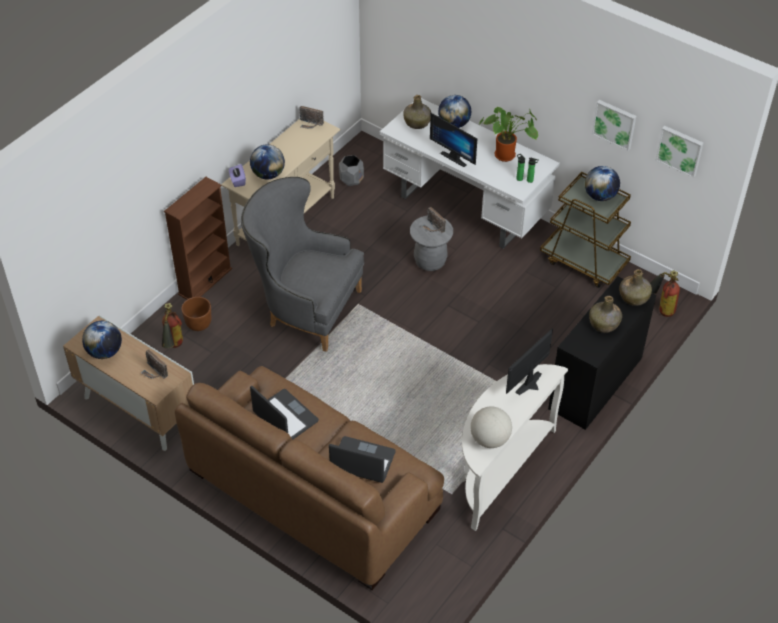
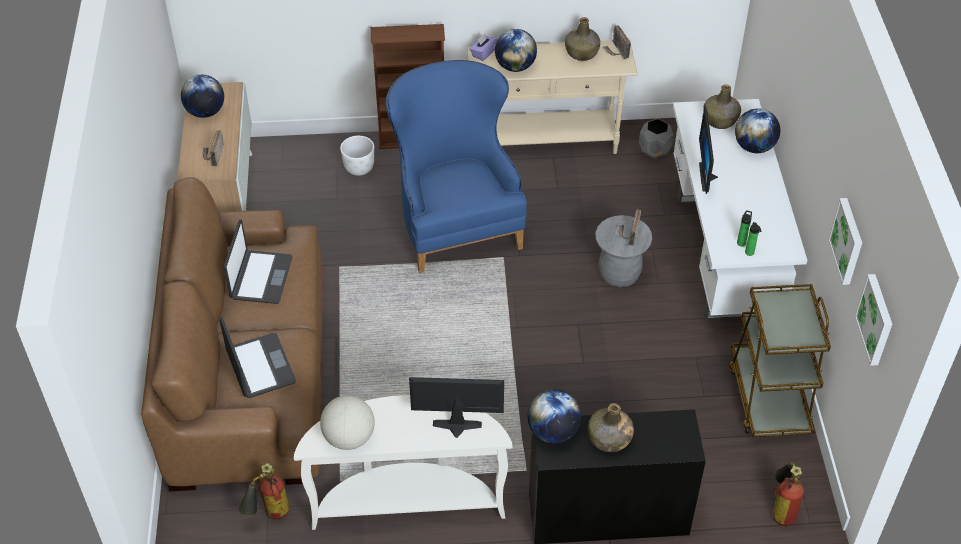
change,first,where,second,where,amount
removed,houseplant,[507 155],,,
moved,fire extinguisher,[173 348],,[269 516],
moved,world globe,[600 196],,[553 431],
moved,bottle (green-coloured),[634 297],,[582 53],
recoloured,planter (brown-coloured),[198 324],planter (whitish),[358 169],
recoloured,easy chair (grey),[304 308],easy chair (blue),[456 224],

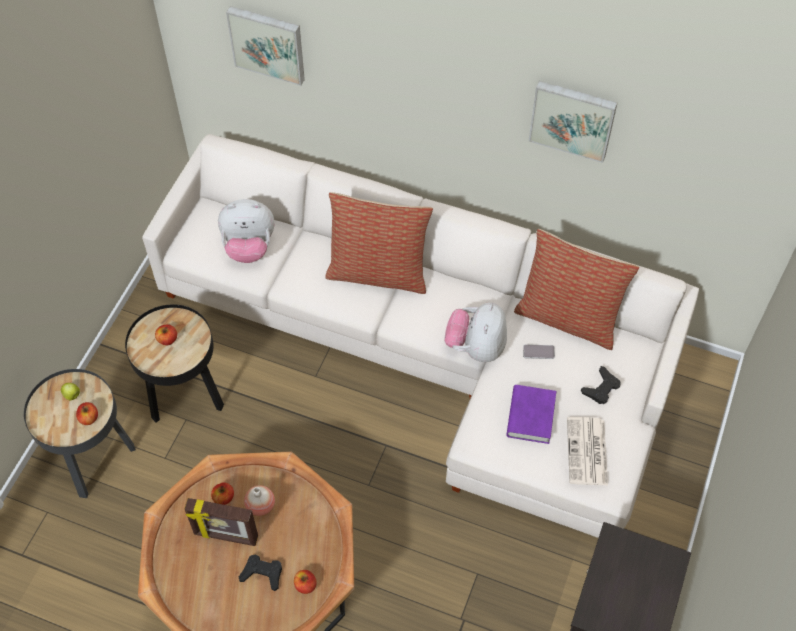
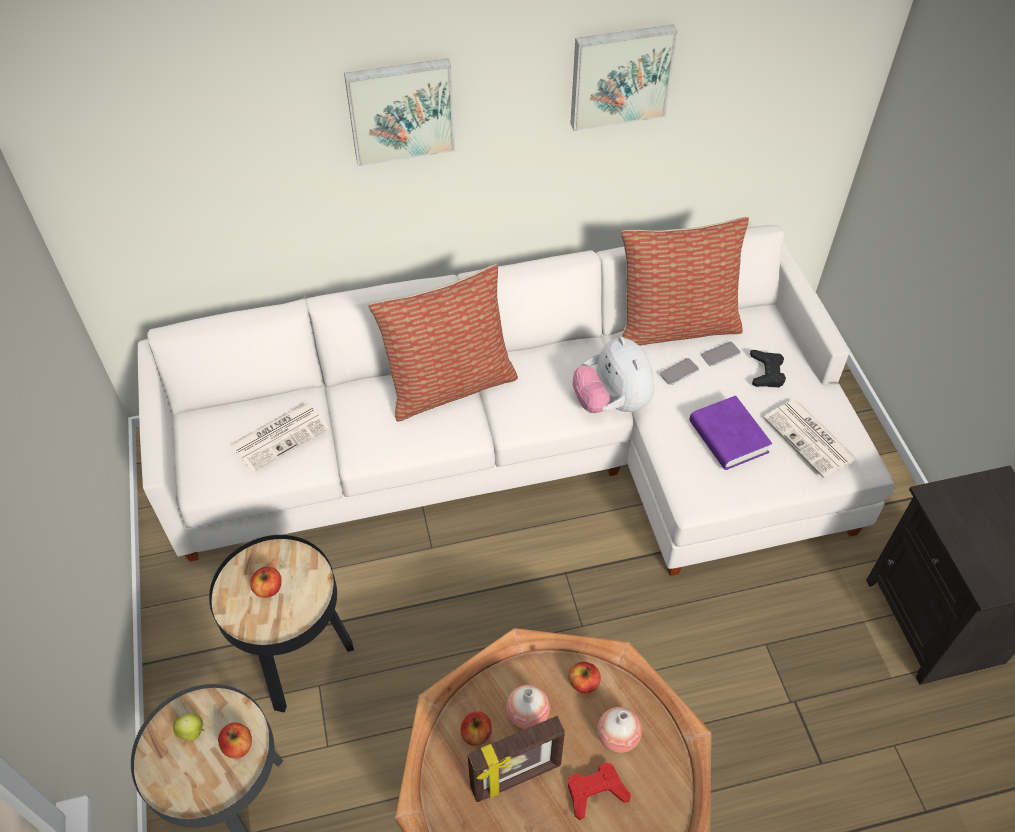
change,first,where,second,where,amount
added,,,decorative vase,[618 736],
added,,,handset,[720 354],
moved,picture,[268 43],,[400 110],
moved,apple fruit,[305 585],,[583 683],
replaced,soft toy,[249 247],daily paper,[280 436],
recoloured,gamepad (blackish),[262 573],gamepad (reddish),[596 792],

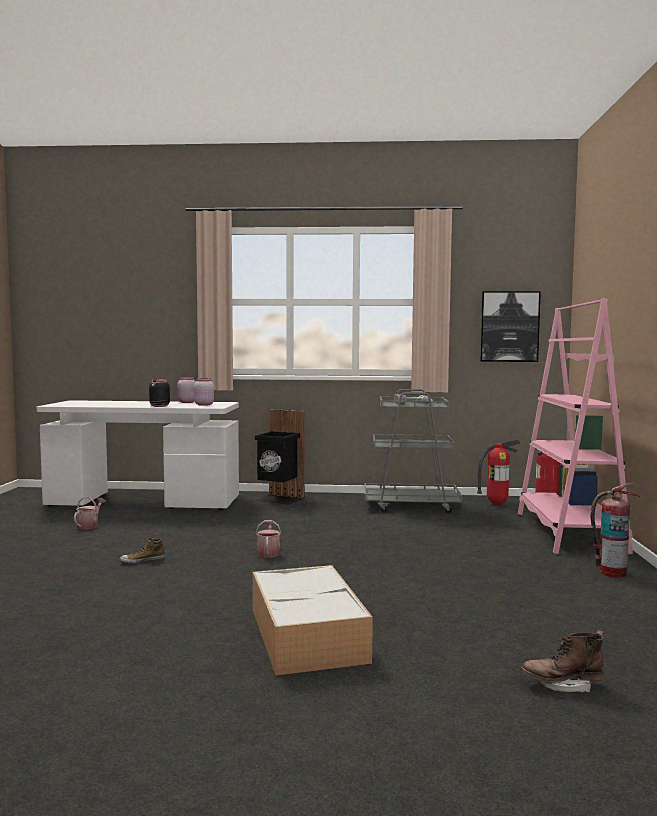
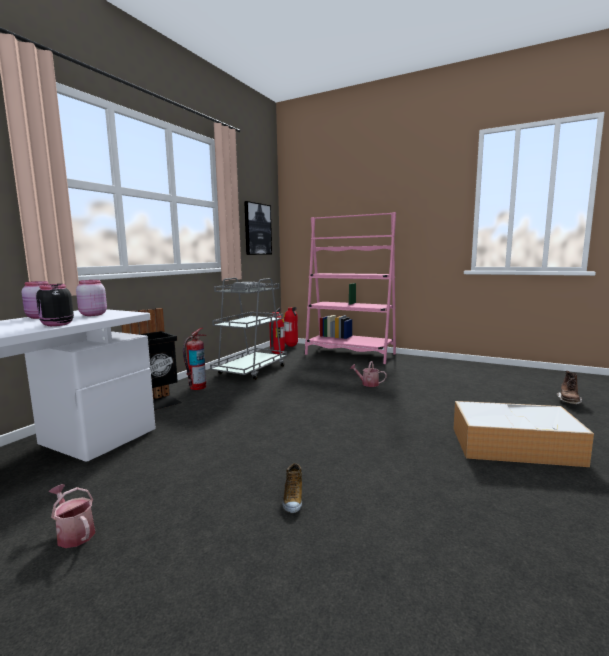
change,first,where,second,where,amount
moved,watering pot,[268 552],,[367 384],
moved,fire extinguisher,[612 573],,[197 387],

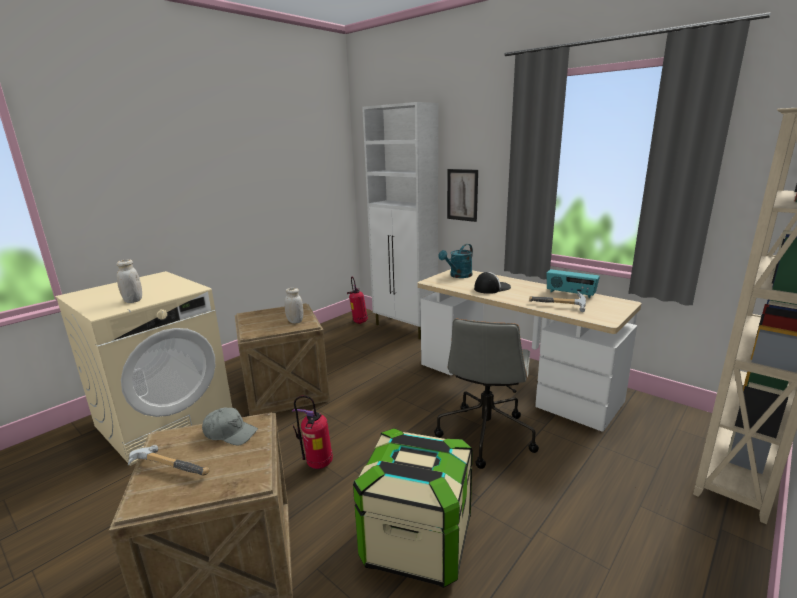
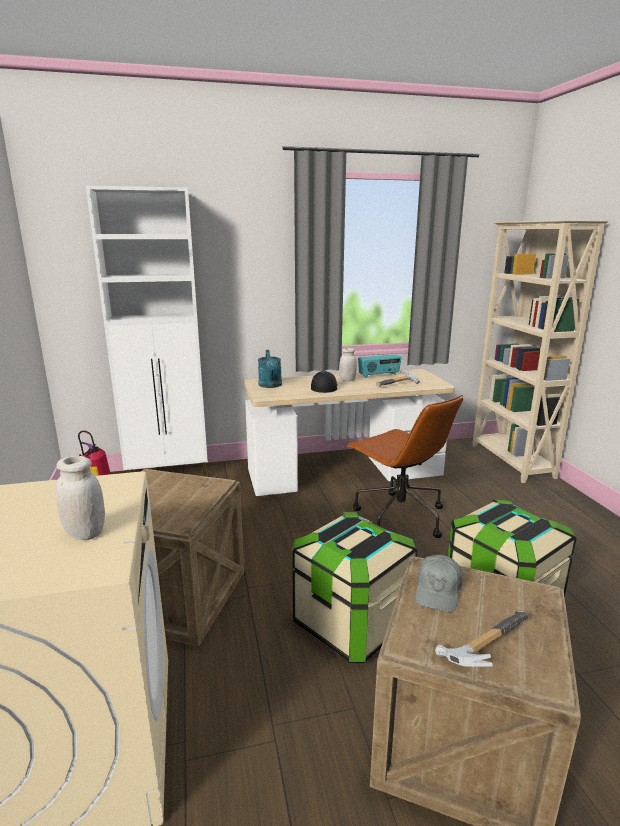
change,first,where,second,where,amount
removed,picture,[462 195],,,
moved,preserve jar (whitish),[295 321],,[347 380],
replaced,fire extinguisher,[318 465],storage container,[351 623],
recoloured,desk chair (grey),[485 434],desk chair (brown-coloured),[398 516],
turned,peaked cap (grey),[230 433],,[438 590],150 degrees clockwise

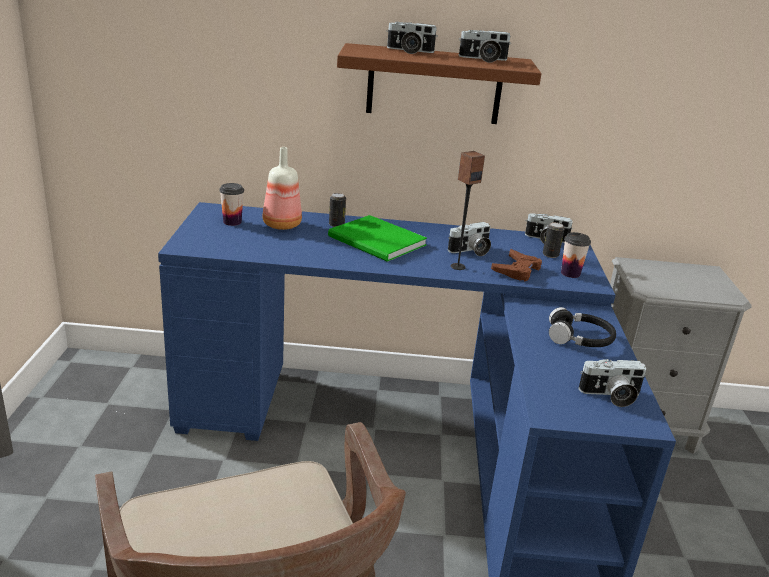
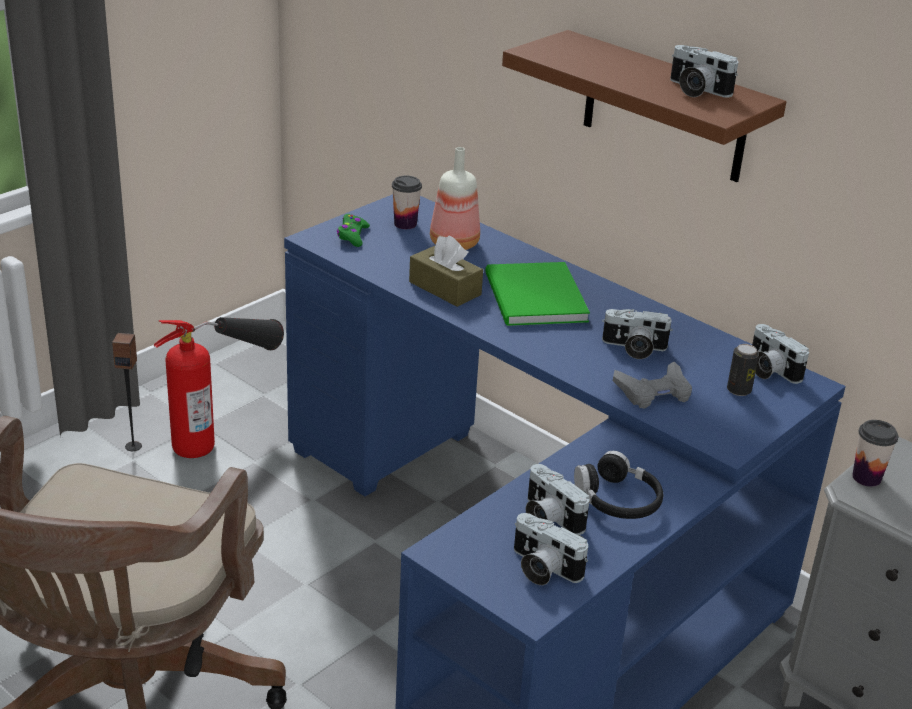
change,first,where,second,where,amount
removed,metal can,[336 224],,,
added,,,fire extinguisher,[223 430],
added,,,gamepad (green-coloured),[352 236],
added,,,tissue holder (brown-coloured),[445 288],
moved,photo camera,[409 51],,[547 518],
moved,audio speaker,[457 266],,[133 446],
moved,cup,[570 273],,[866 477],
recoloured,gamepad (brown-coloured),[517 270],gamepad (grey),[654 392],

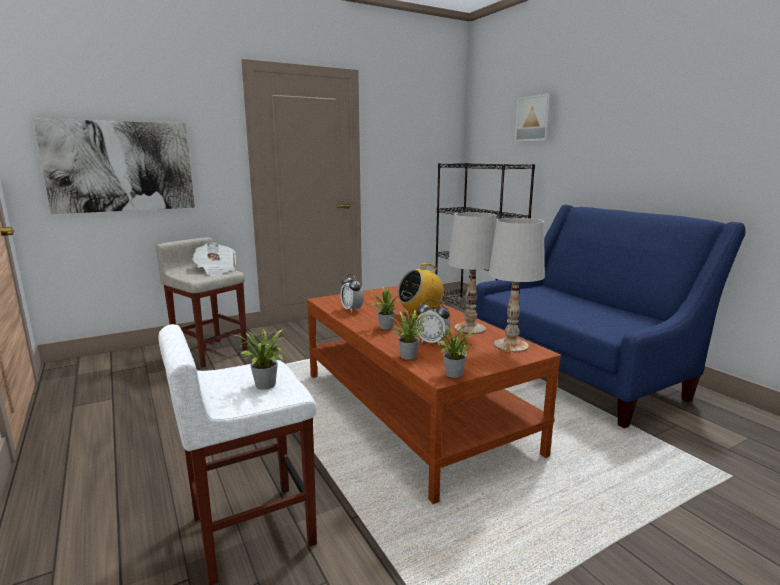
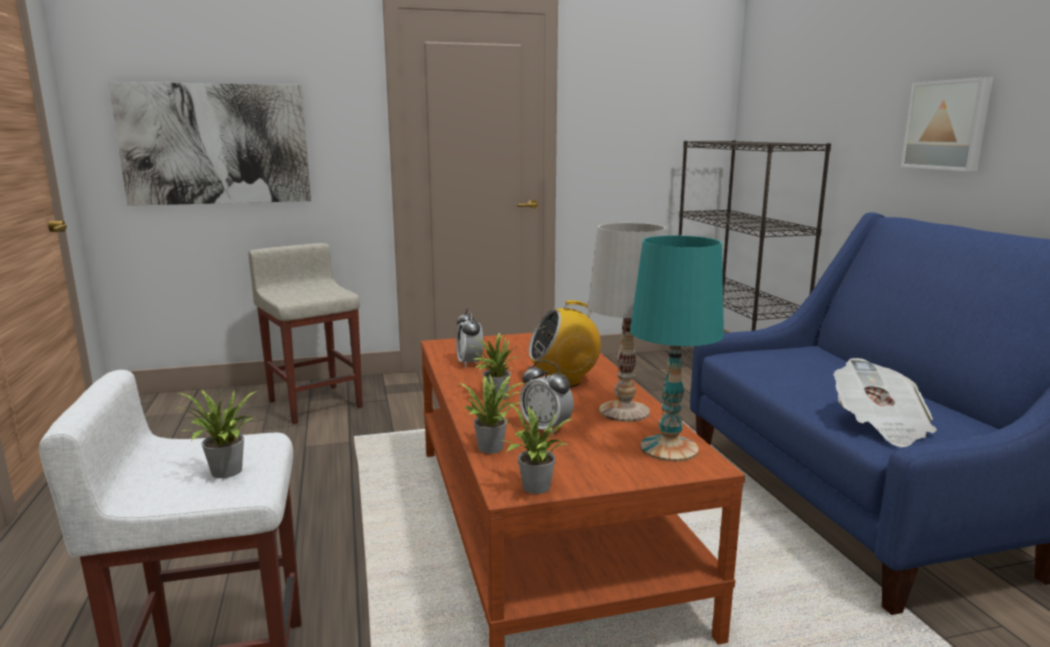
change,first,where,second,where,amount
moved,daily paper,[216 270],,[880 426],
moved,picture,[535 118],,[947 125],
recoloured,table lamp (whitish),[510 345],table lamp (blue-green),[669 448],

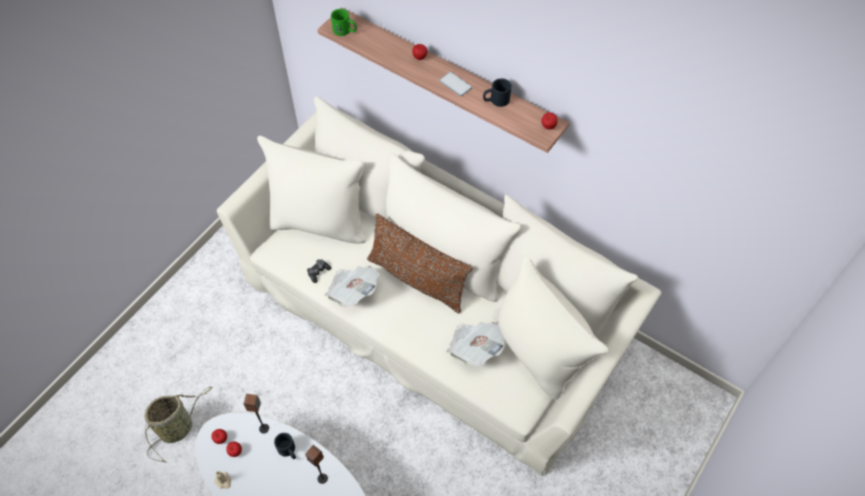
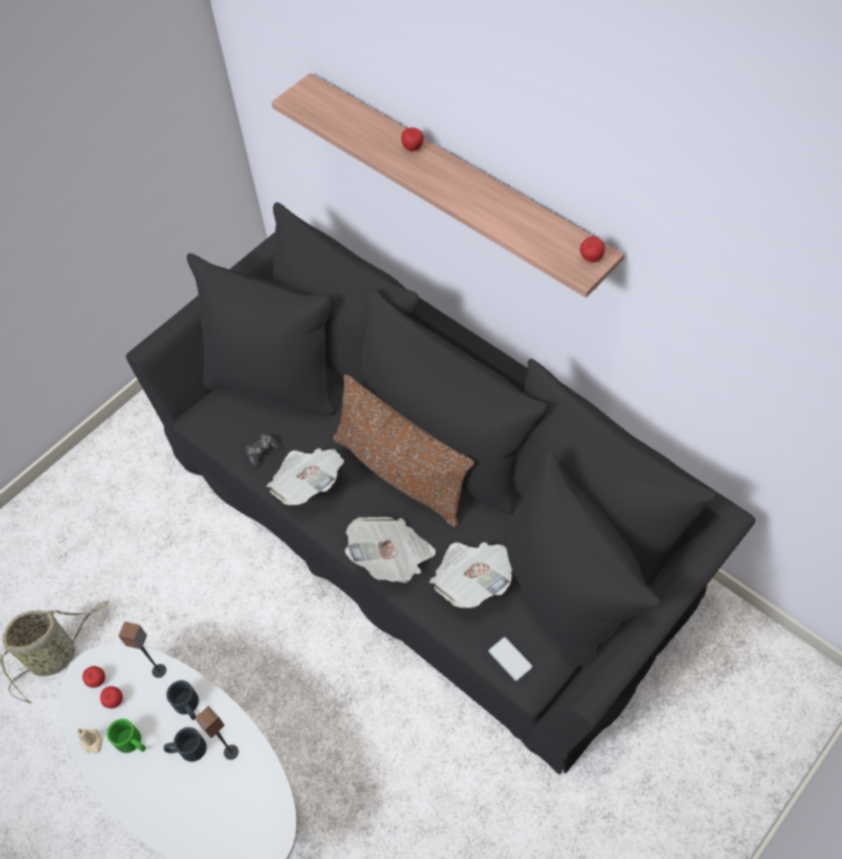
change,first,where,second,where,amount
added,,,daily paper,[392 558],
moved,mug (green-coloured),[345 31],,[133 743],
moved,handset,[455 84],,[510 659],
moved,mug (blackish),[496 100],,[187 749],
recoloured,settee (beige-coloured),[432 313],settee (blackish),[427 522],

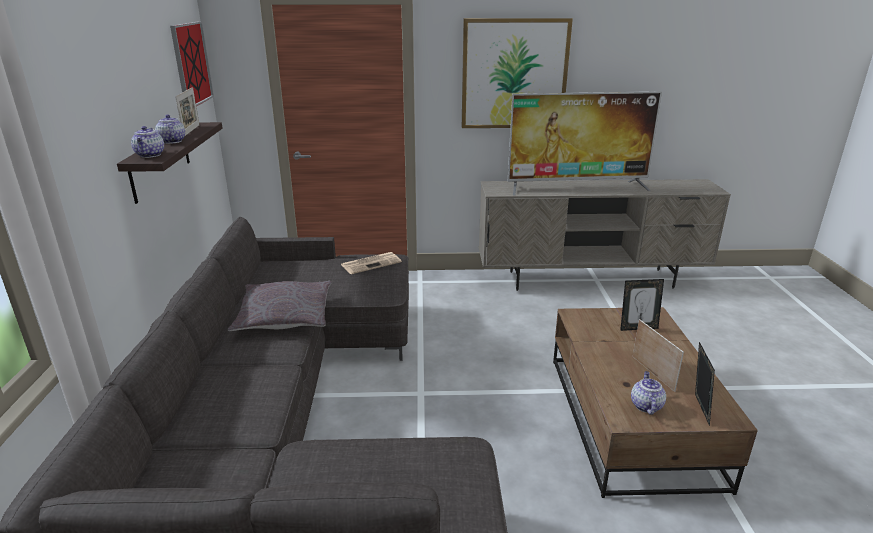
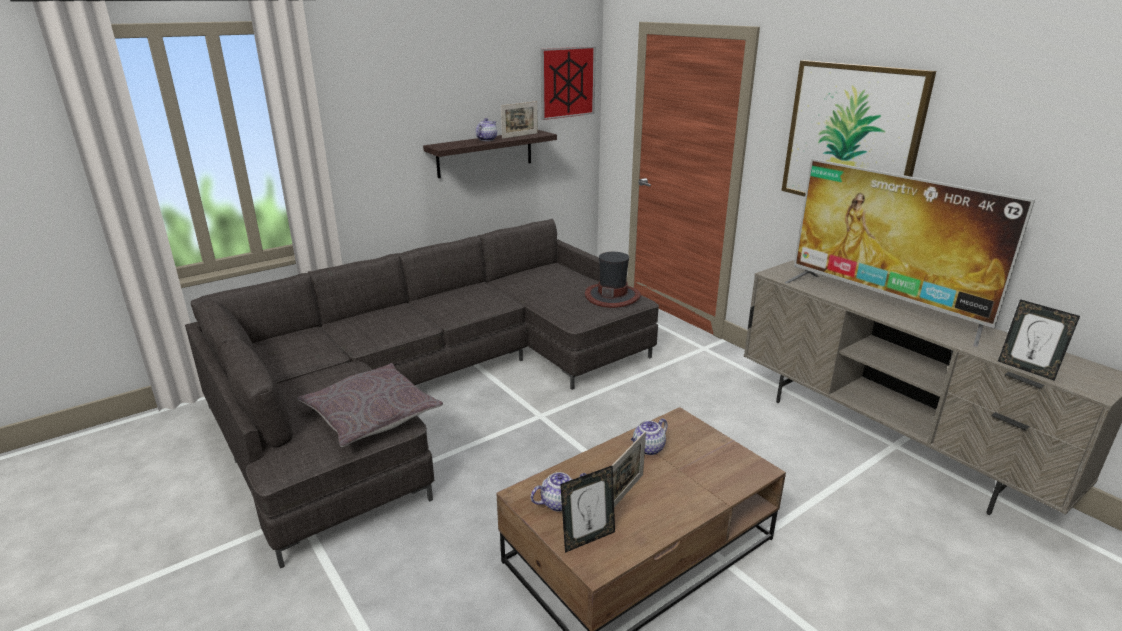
change,first,where,second,where,amount
moved,tea pot,[150 155],,[648 449],
moved,cushion (grey),[284 316],,[371 415],
moved,picture frame,[638 327],,[1026 369],
replaced,daily paper,[371 263],clothing hat,[612 296],

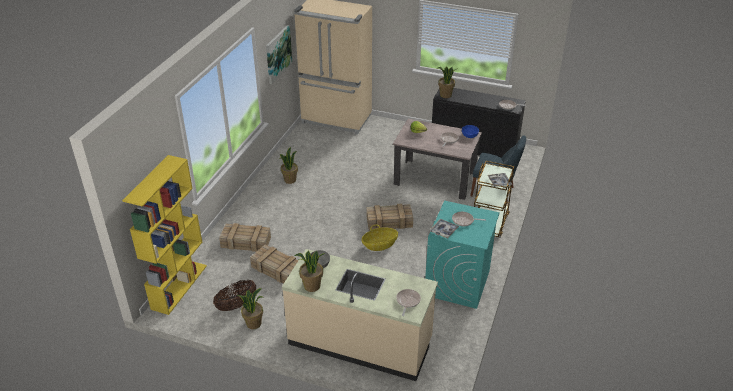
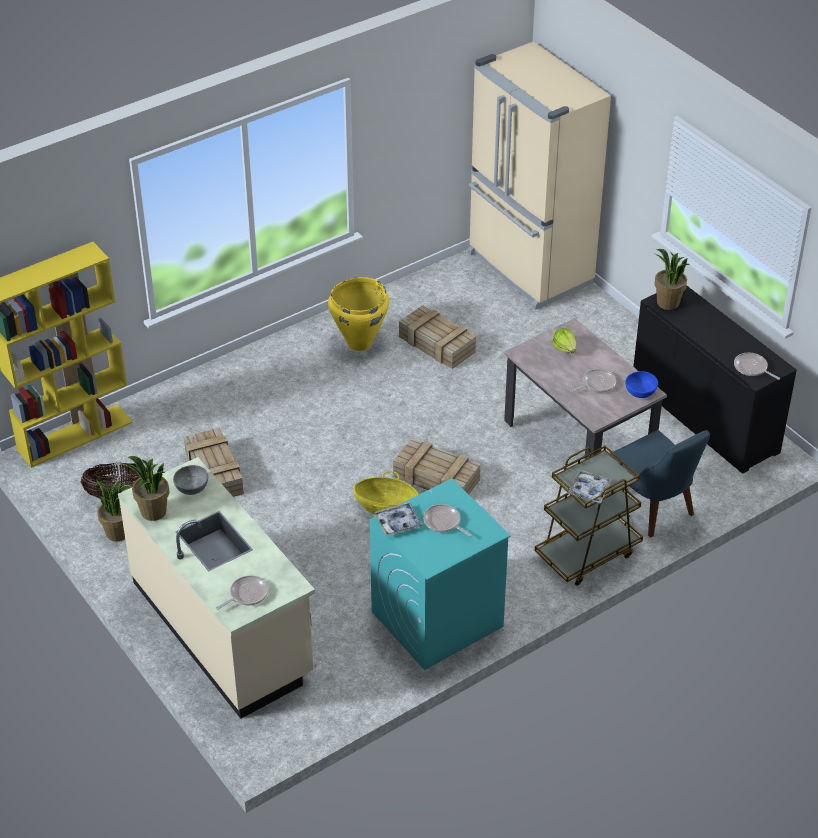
change,first,where,second,where,amount
removed,picture,[278 54],,,
moved,packing crate,[245 242],,[435 344],
replaced,houseplant,[290 180],decorative vase (yellow-coloured),[359 343],

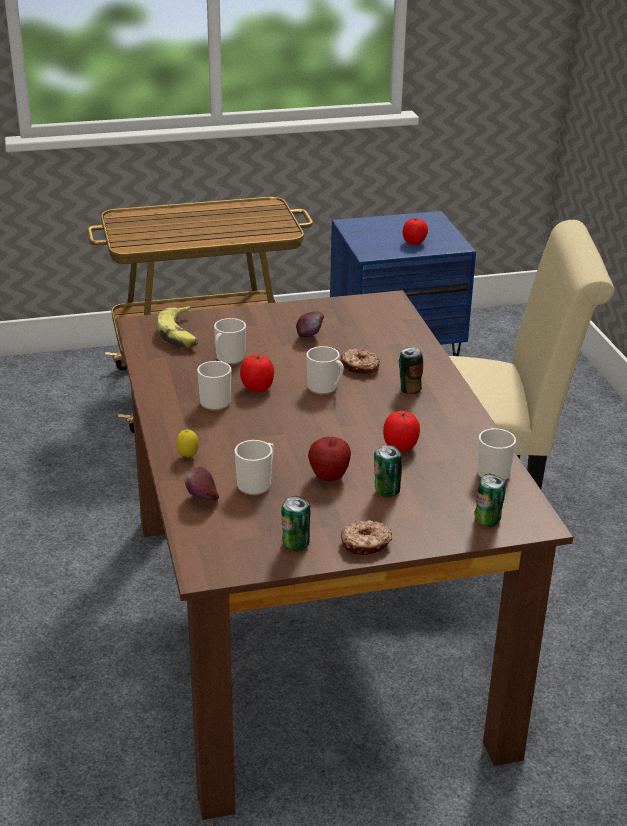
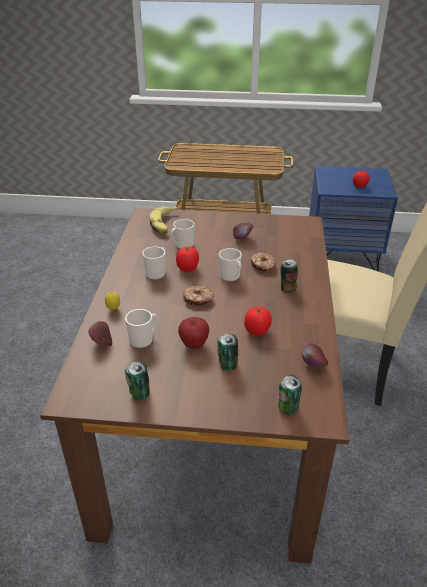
change,first,where,second,where,amount
moved,ring doughnut,[366 544],,[198 299],
replaced,mug,[492 471],apple fruit,[313 366],

